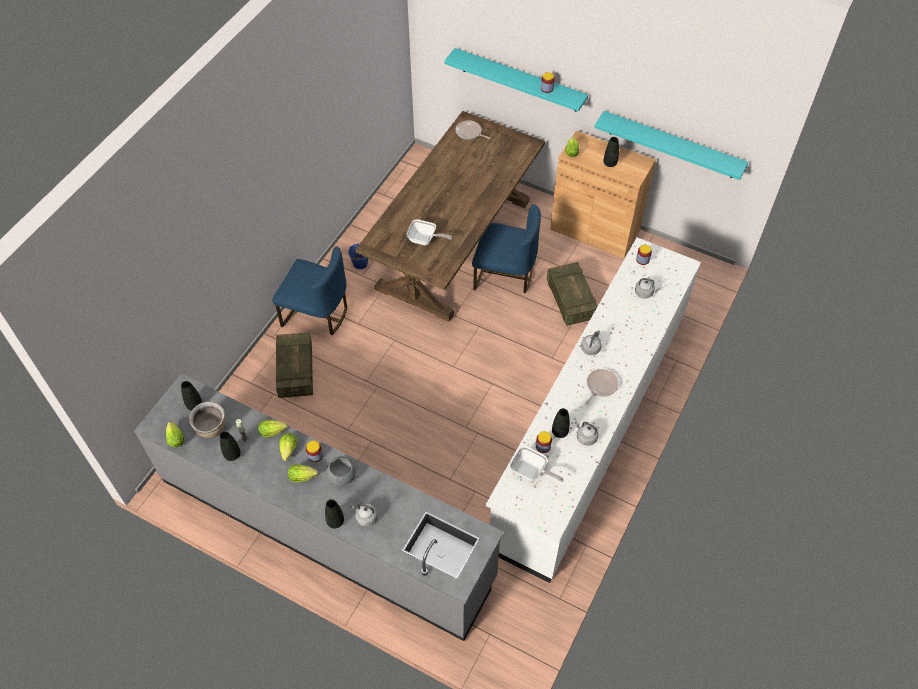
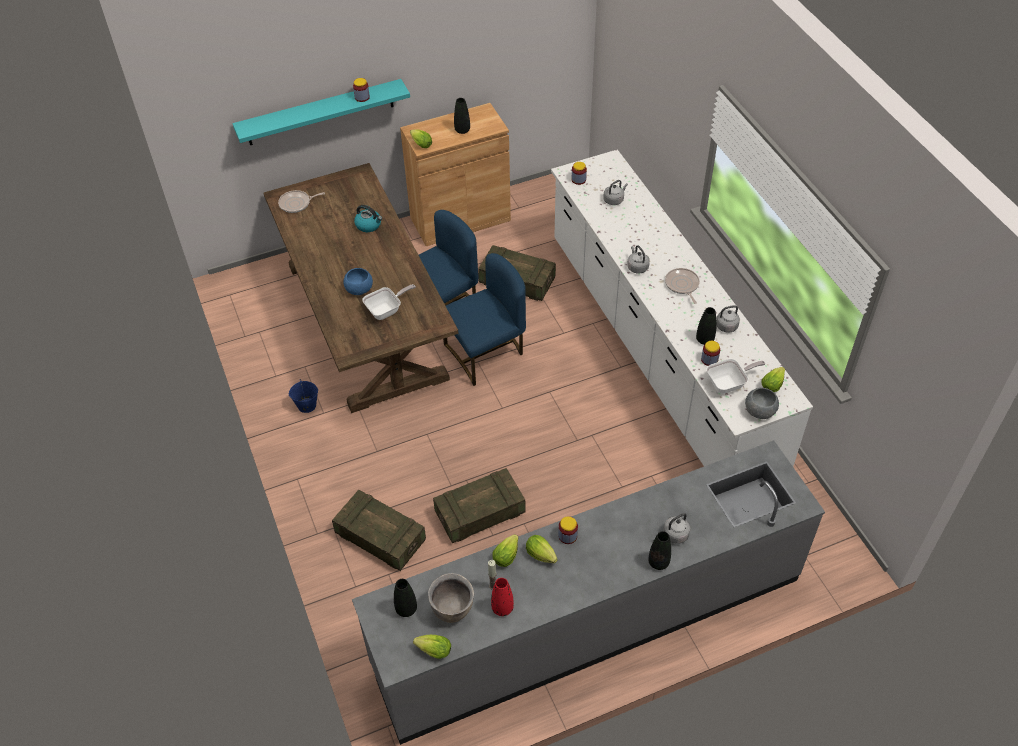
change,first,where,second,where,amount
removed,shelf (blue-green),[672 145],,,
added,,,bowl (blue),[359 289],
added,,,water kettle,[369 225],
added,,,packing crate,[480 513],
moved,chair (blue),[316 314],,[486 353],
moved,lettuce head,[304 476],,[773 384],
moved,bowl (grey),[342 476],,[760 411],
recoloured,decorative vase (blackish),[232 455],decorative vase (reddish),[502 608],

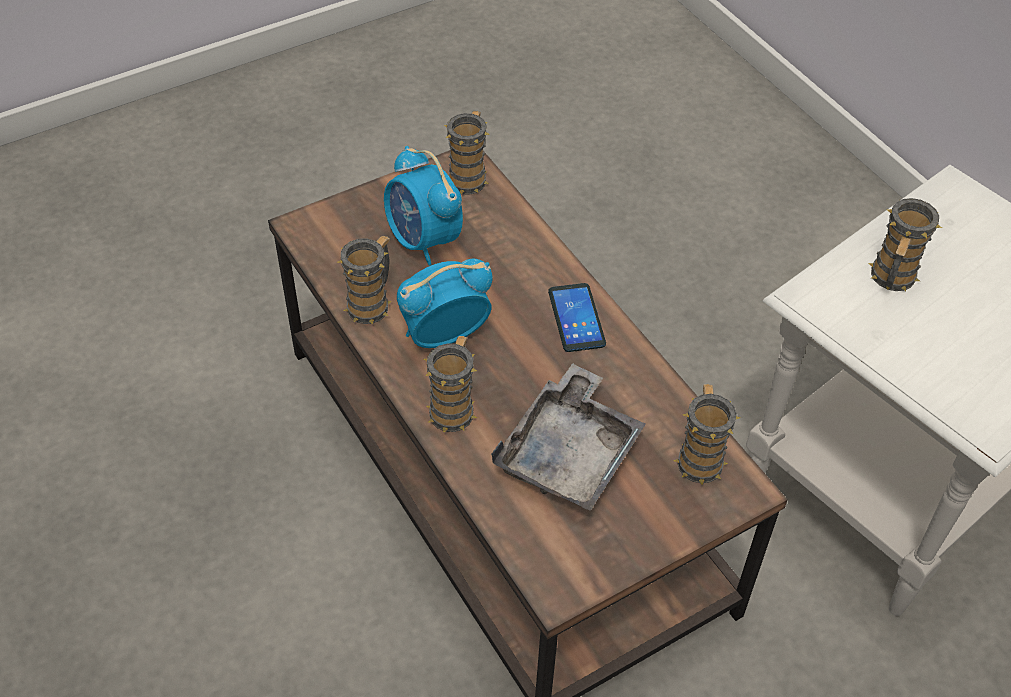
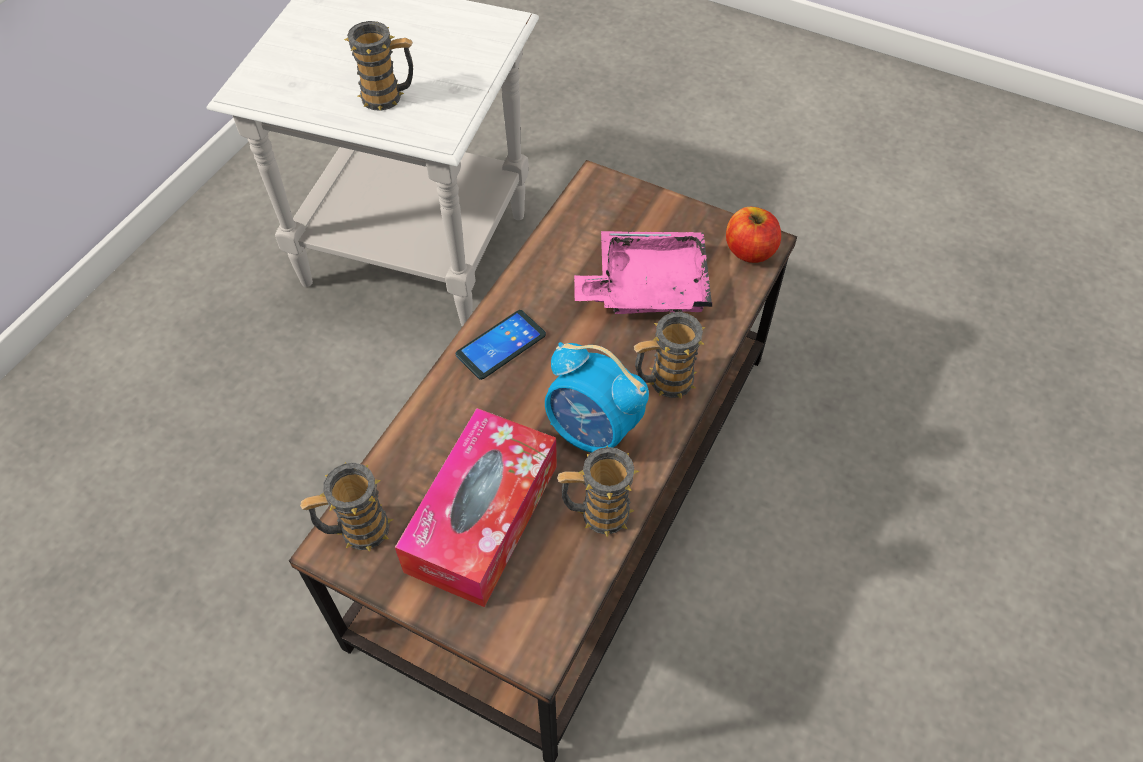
change,first,where,second,where,amount
removed,mug,[699 456],,,
added,,,apple fruit,[750 251],
replaced,table clock,[423 241],tissue holder,[482 517],
recoloured,serving tray (grey),[569 453],serving tray (pink-coloured),[646 287],

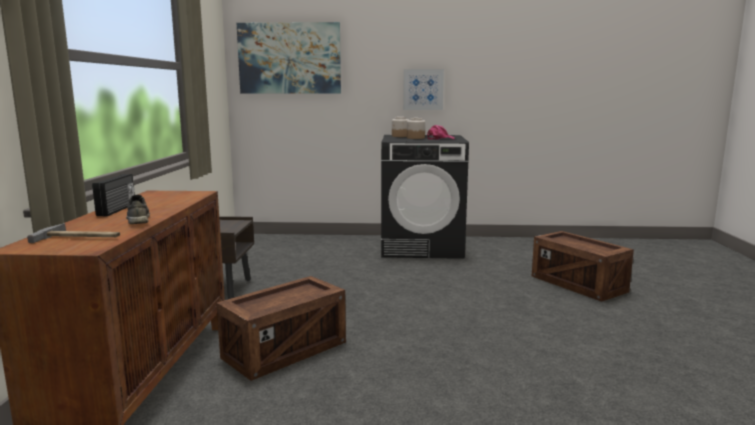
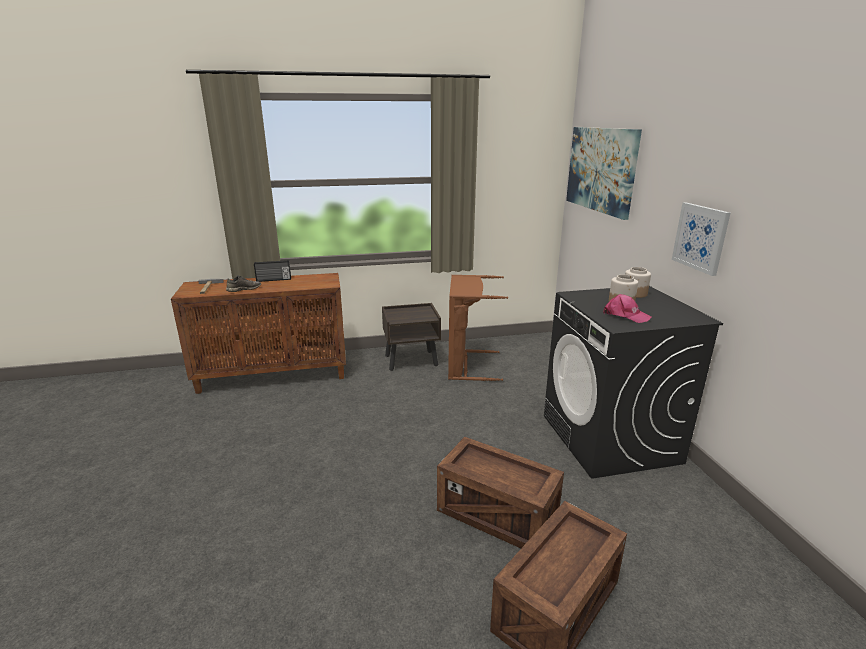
change,first,where,second,where,amount
added,,,hamper (brown-coloured),[466 365],
moved,packing crate,[285 351],,[497 514],

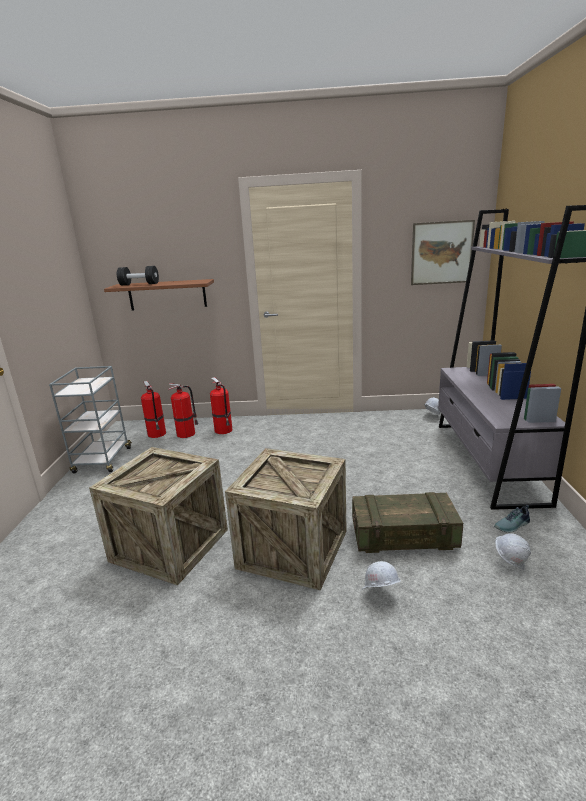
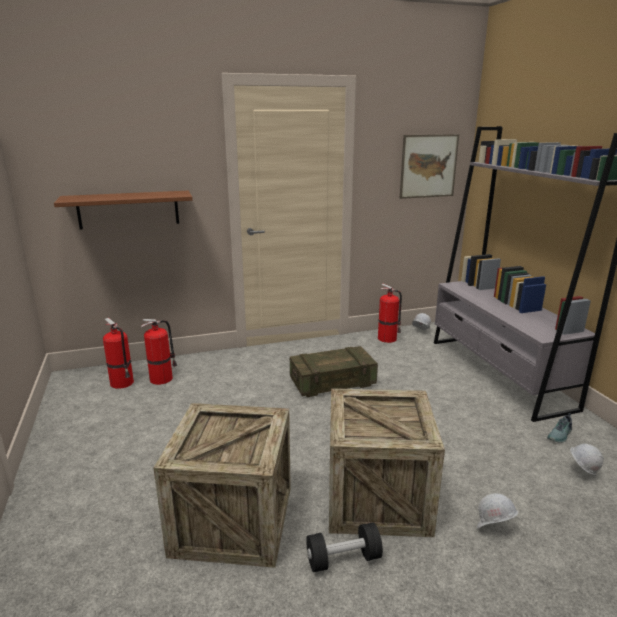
change,first,where,second,where,amount
removed,wheeled cart (grey),[102 461],,,
moved,free weight (blackish),[139 284],,[343 559],
moved,fire extinguisher,[224 430],,[388 338],
moved,packing crate,[403 536],,[332 383],

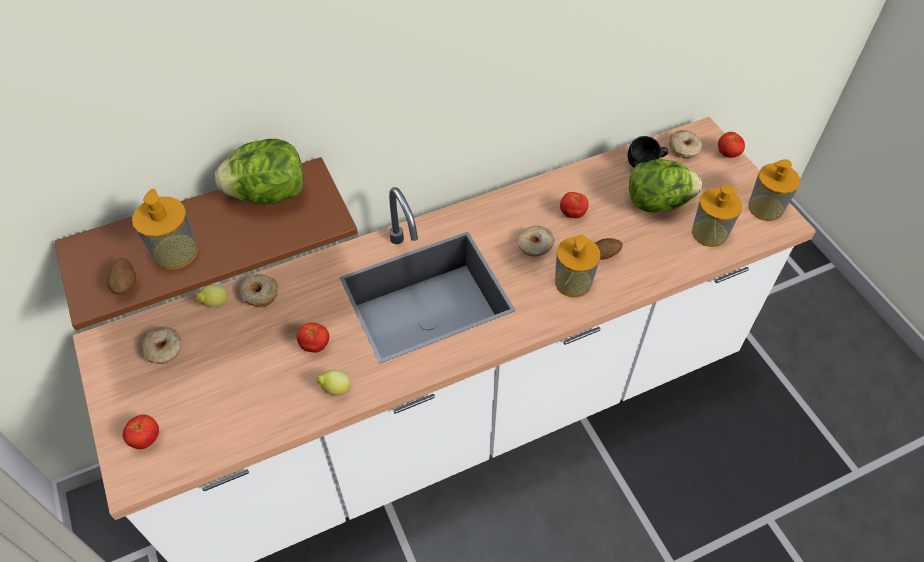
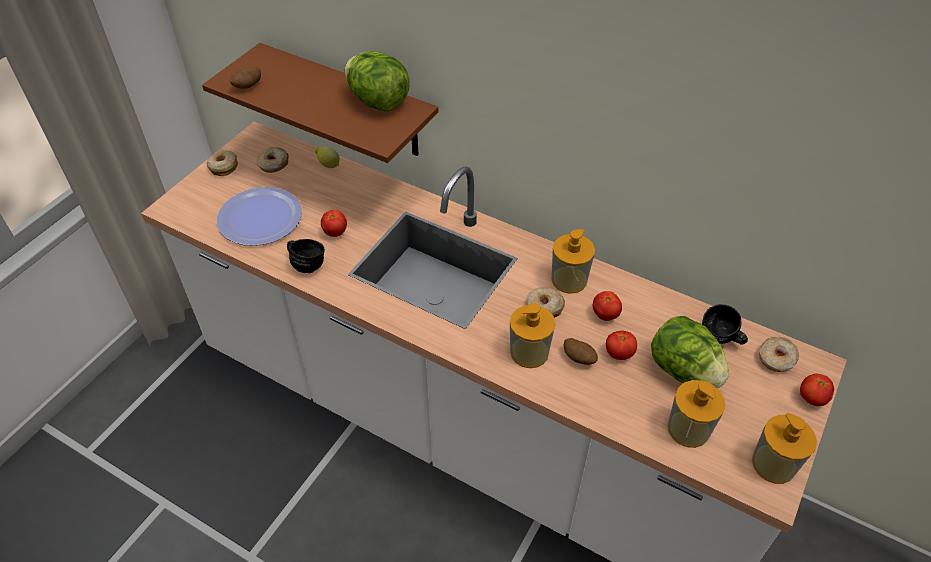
change,first,where,second,where,amount
added,,,flat dish,[260 218],
moved,whole tomato,[146 439],,[619 354],
moved,soap bottle,[175 252],,[569 280],
moved,ring doughnut,[260 294],,[223 167],
replaced,whole lemon,[335 389],mug (blackish),[306 263],

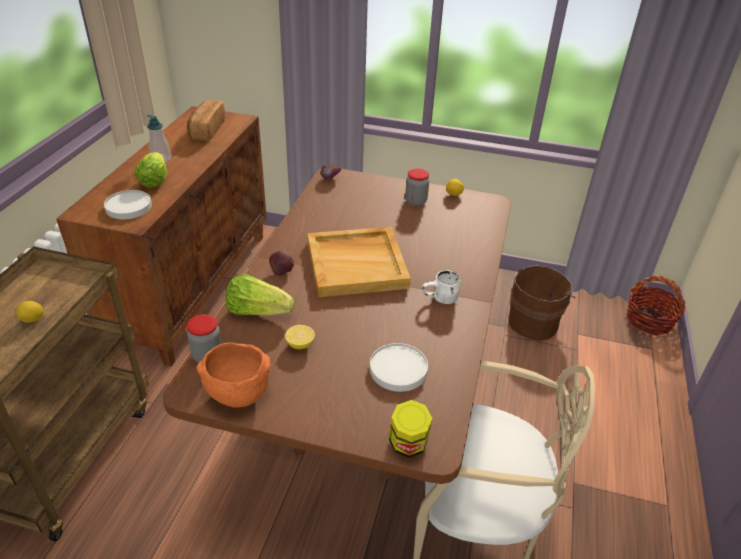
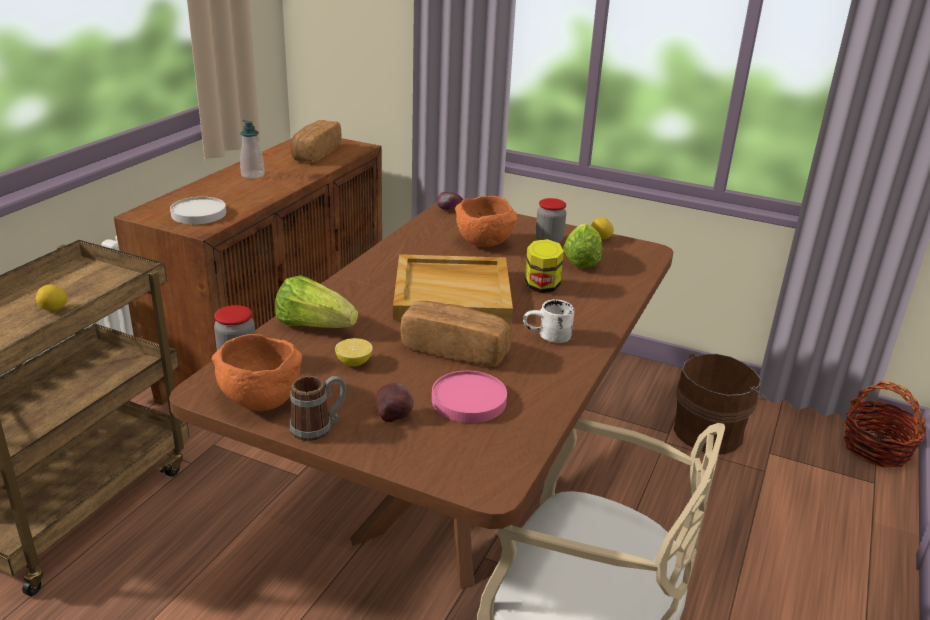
change,first,where,second,where,amount
added,,,mug,[318 427],
added,,,bakery bread,[455 349],
added,,,bowl (orange),[485 243],
moved,lettuce head,[155 180],,[581 260],
moved,apple fruit,[282 270],,[394 415],
moved,preserve jar,[408 445],,[542 287],
recoloured,flat dish (whitish),[398 370],flat dish (pink-coloured),[468 400],

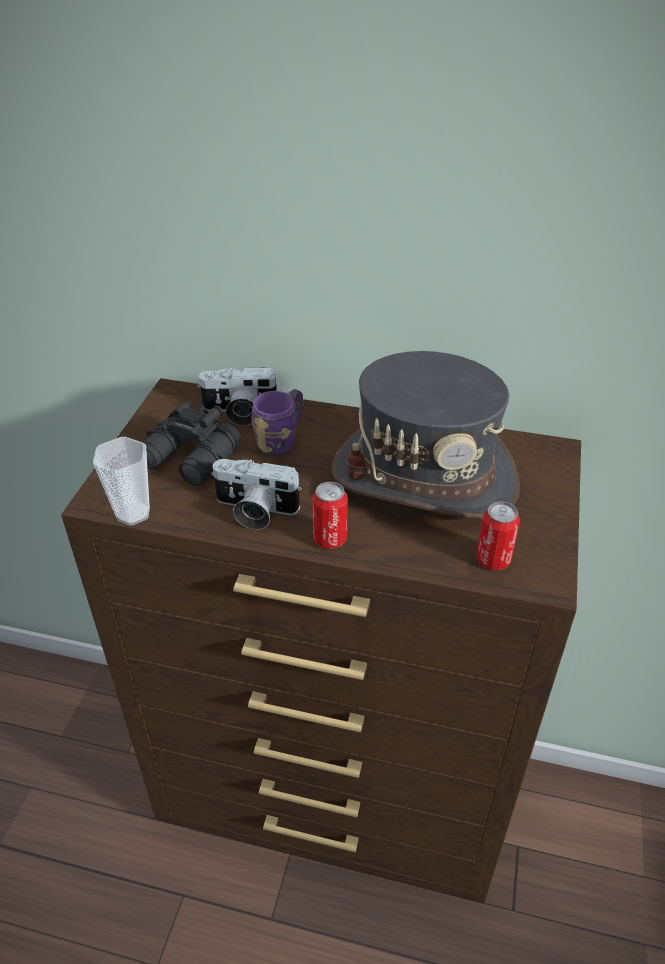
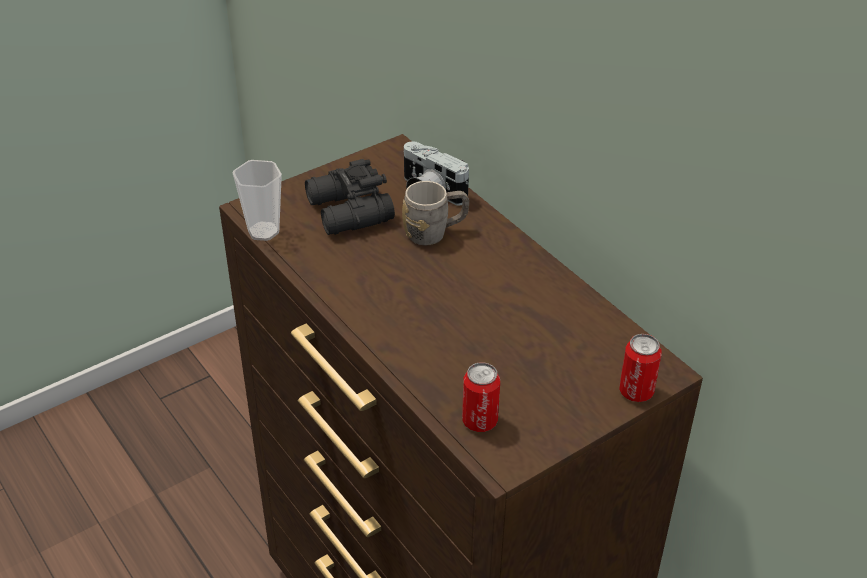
change,first,where,second,where,amount
removed,photo camera,[254 511],,,
removed,clothing hat (grey),[424 476],,,
moved,metal can,[330 539],,[636 392],
recoloured,mug (purple),[281 439],mug (grey),[435 233],

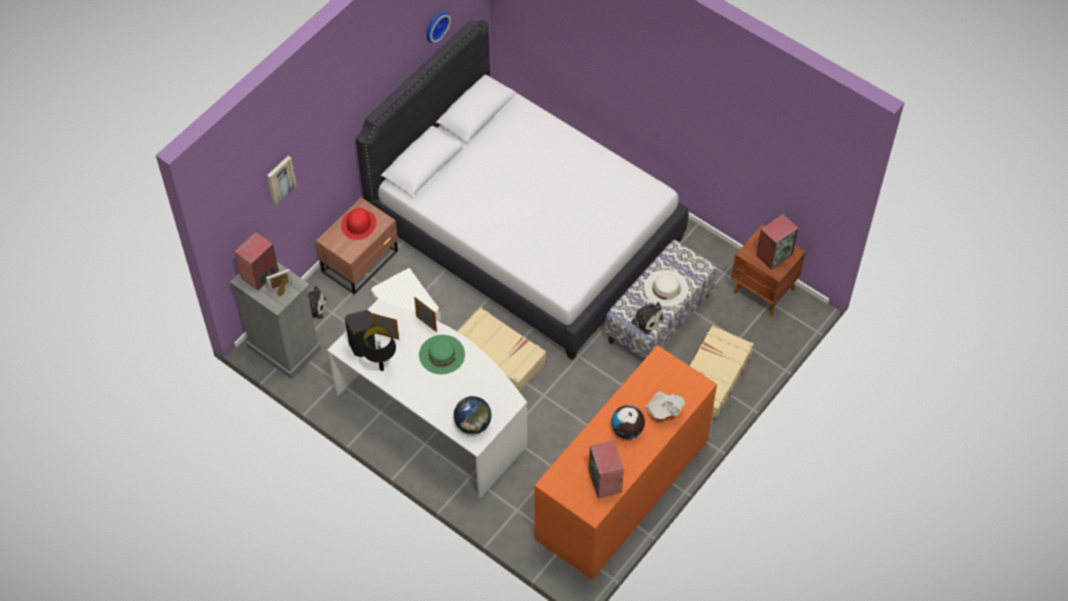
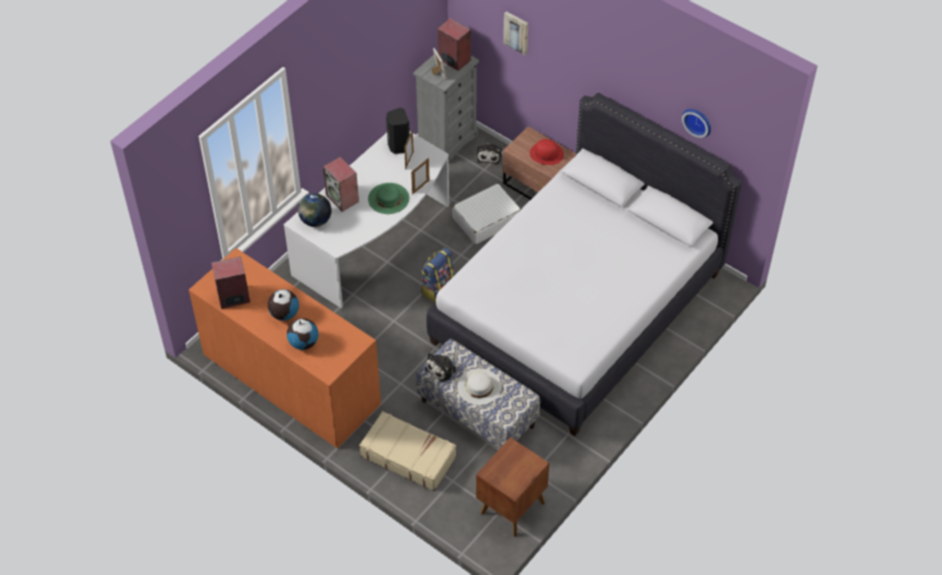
change,first,where,second,where,amount
removed,table lamp (blackish),[381 369],,,
moved,audio speaker,[774 254],,[343 198],
replaced,travel case (beige-coloured),[499 355],rucksack,[437 288],
replaced,daily paper,[664 409],world globe,[304 342],

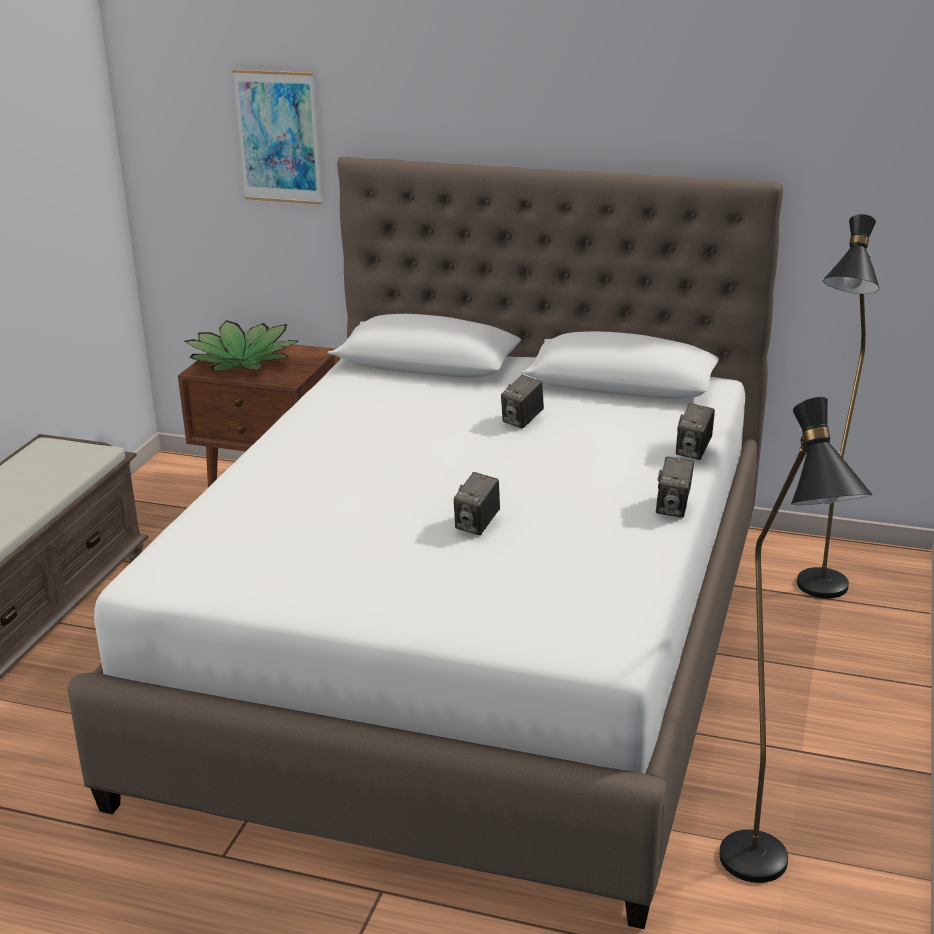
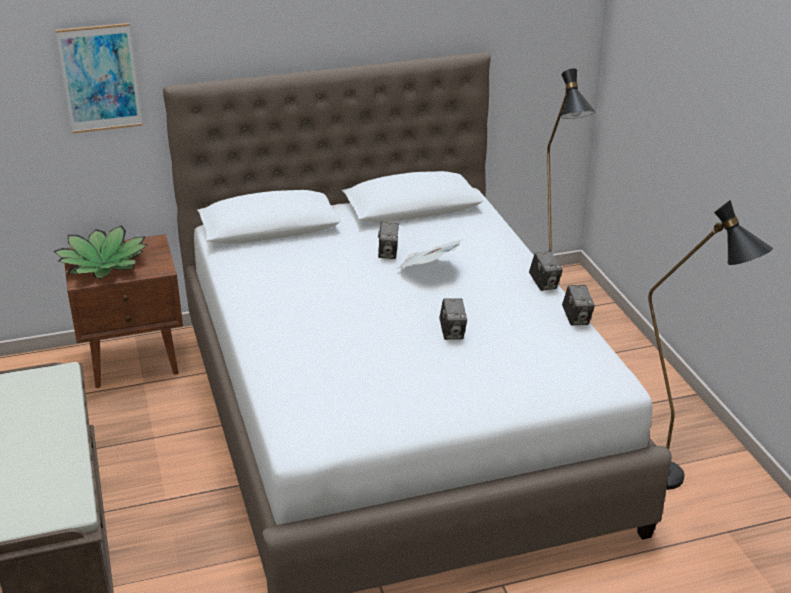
change,first,where,second,where,amount
added,,,daily paper,[428 269],
moved,photo camera,[693 451],,[576 319],

